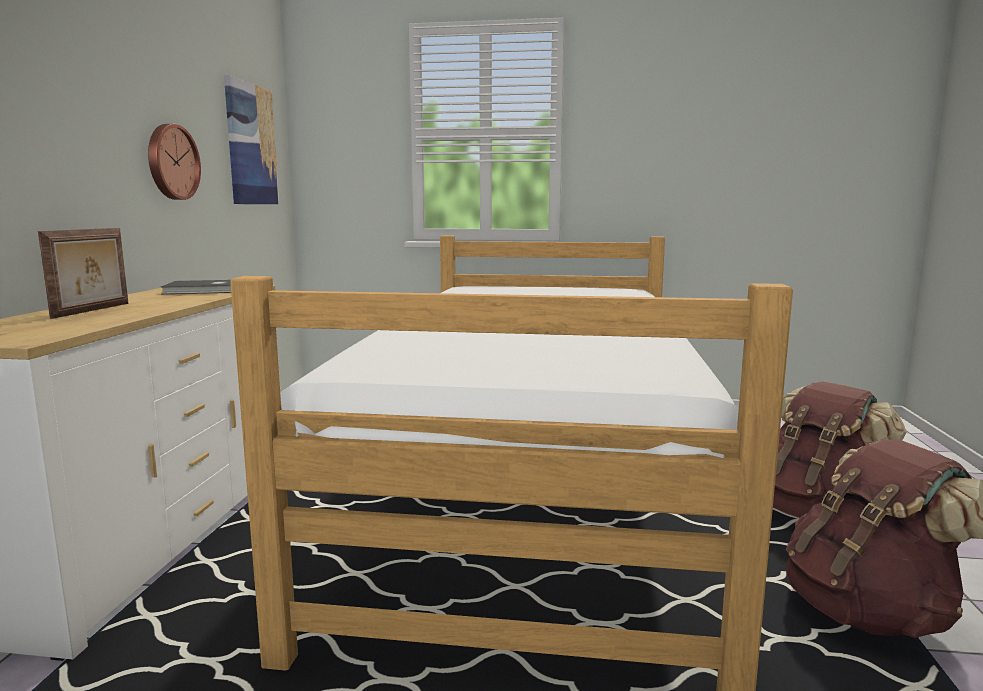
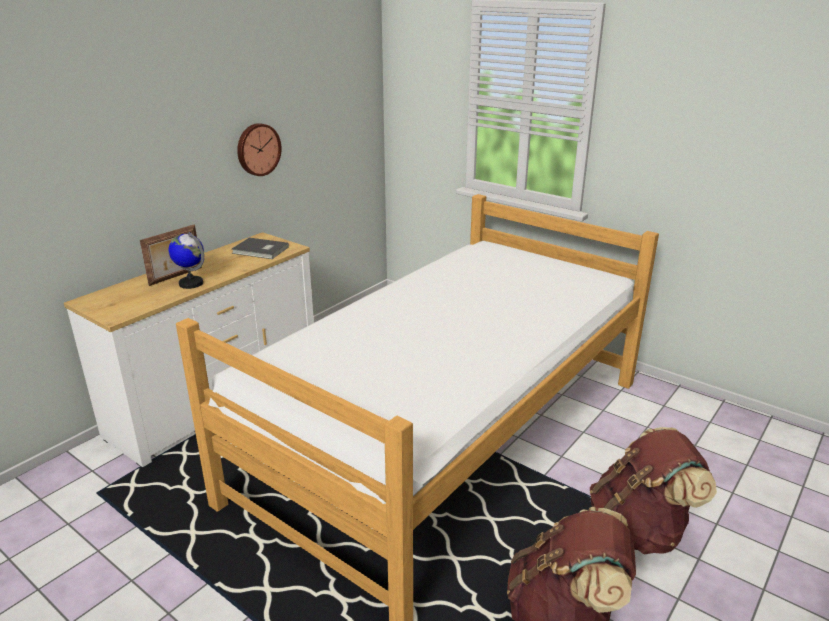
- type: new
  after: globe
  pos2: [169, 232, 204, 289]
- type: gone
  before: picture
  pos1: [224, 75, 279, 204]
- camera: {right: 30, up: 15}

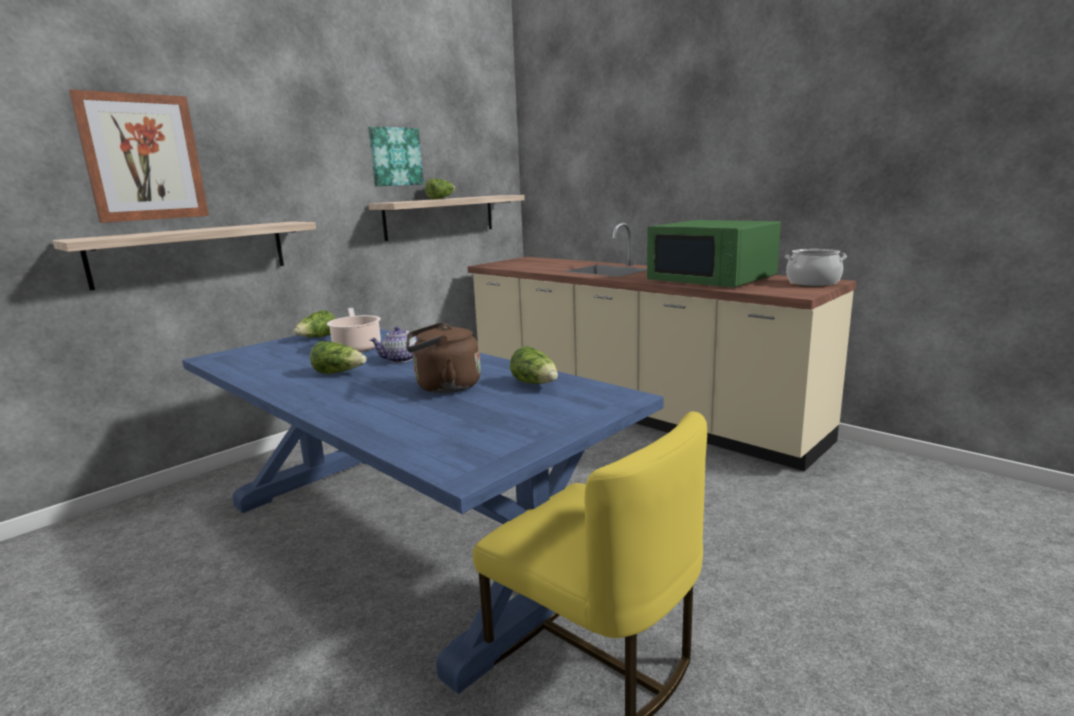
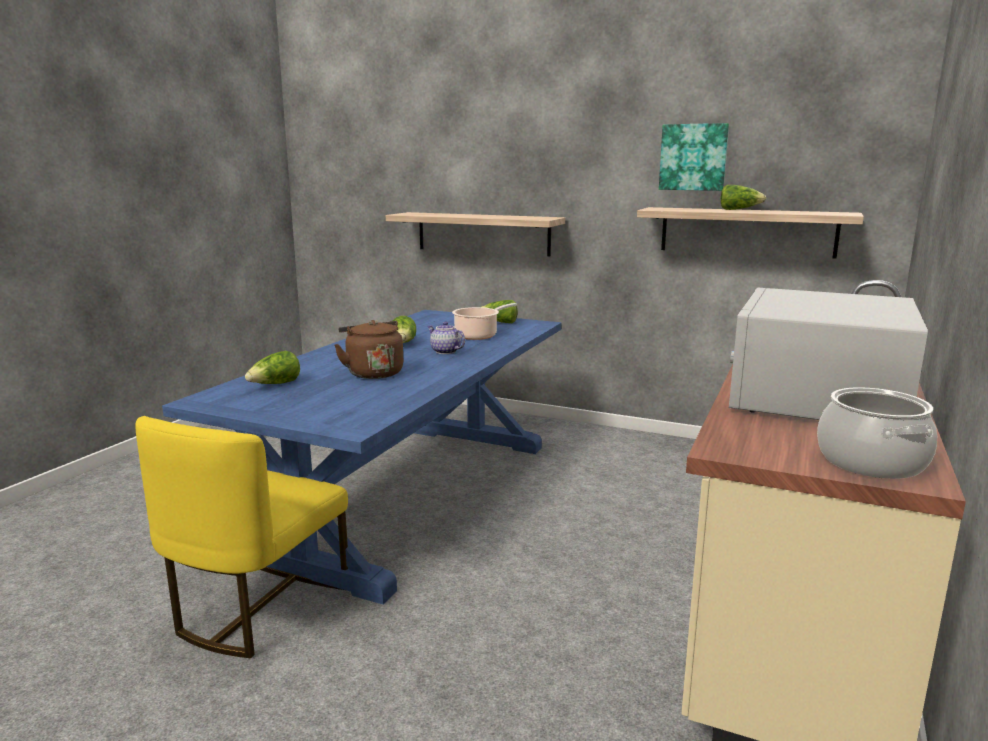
- type: shifted
  before: lettuce head
  pos1: [510, 346, 558, 384]
  pos2: [245, 351, 300, 384]
- type: repainted
  before: greenish microwave
  after: whitish microwave
  pos1: [647, 220, 781, 288]
  pos2: [729, 287, 928, 420]
- type: gone
  before: picture
  pos1: [68, 89, 209, 223]
- camera: {right: 70, up: 0}

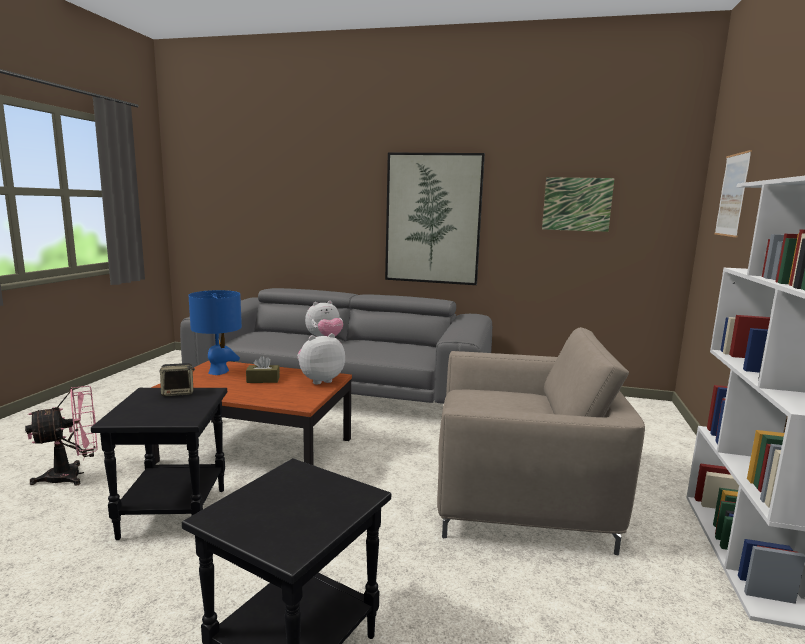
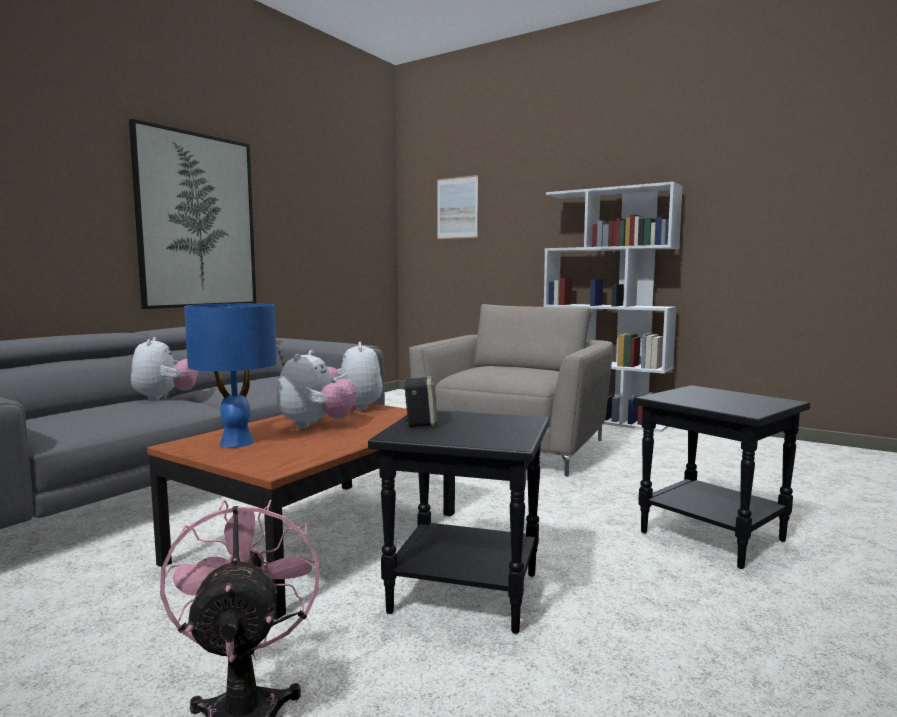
- type: swapped
  before: brown tissue holder
  after: cuddly toy
  pos1: [246, 356, 280, 383]
  pos2: [277, 350, 357, 429]
- type: gone
  before: picture
  pos1: [542, 177, 614, 232]
- camera: {right: -70, up: -5}

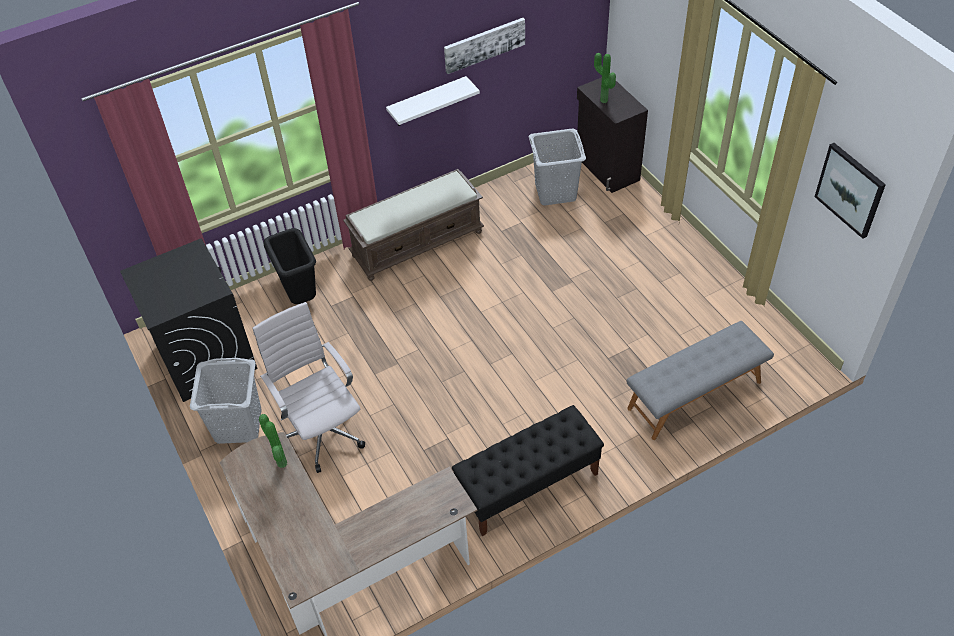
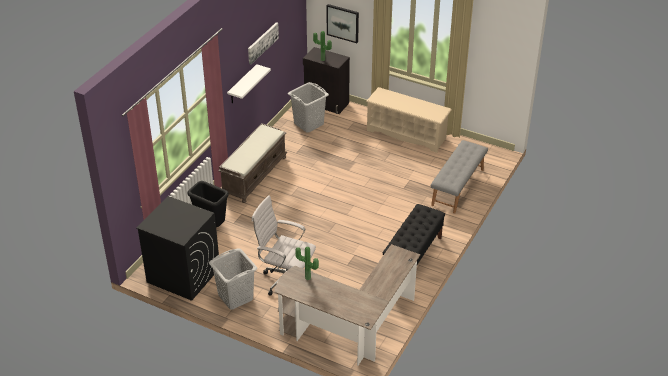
- type: shifted
  before: picture
  pos1: [815, 143, 886, 239]
  pos2: [327, 4, 359, 43]
- type: new
  after: sand-coloured shoe rack
  pos2: [366, 87, 452, 153]
- camera: {right: -35, up: -10}

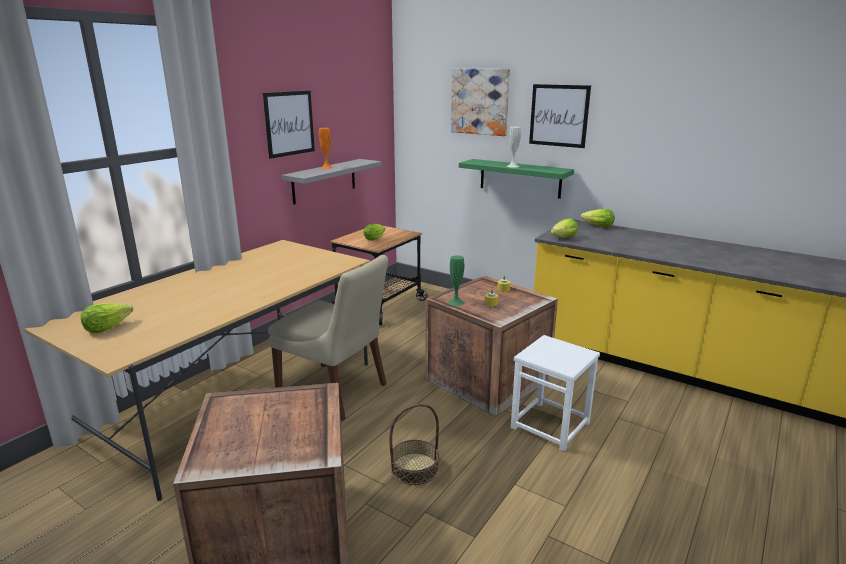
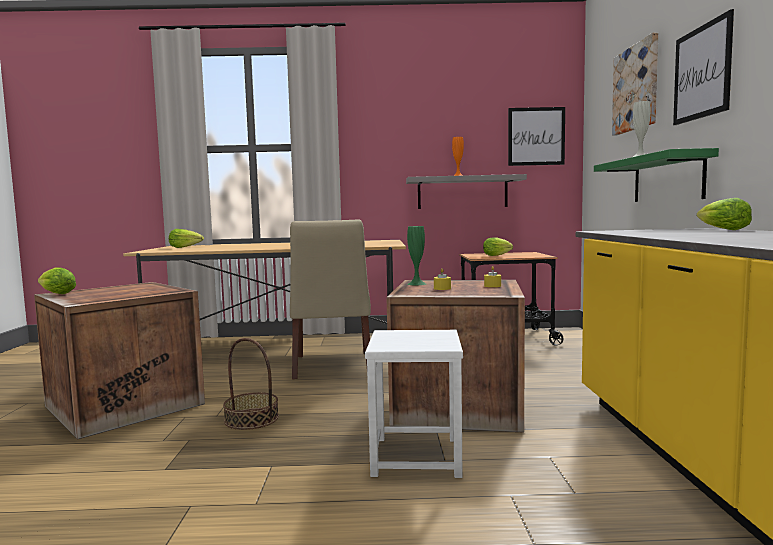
- type: shifted
  before: lettuce head
  pos1: [551, 218, 578, 238]
  pos2: [38, 268, 76, 294]
- type: shifted
  before: picture
  pos1: [263, 91, 315, 159]
  pos2: [508, 107, 565, 166]
- camera: {right: 55, up: -15}

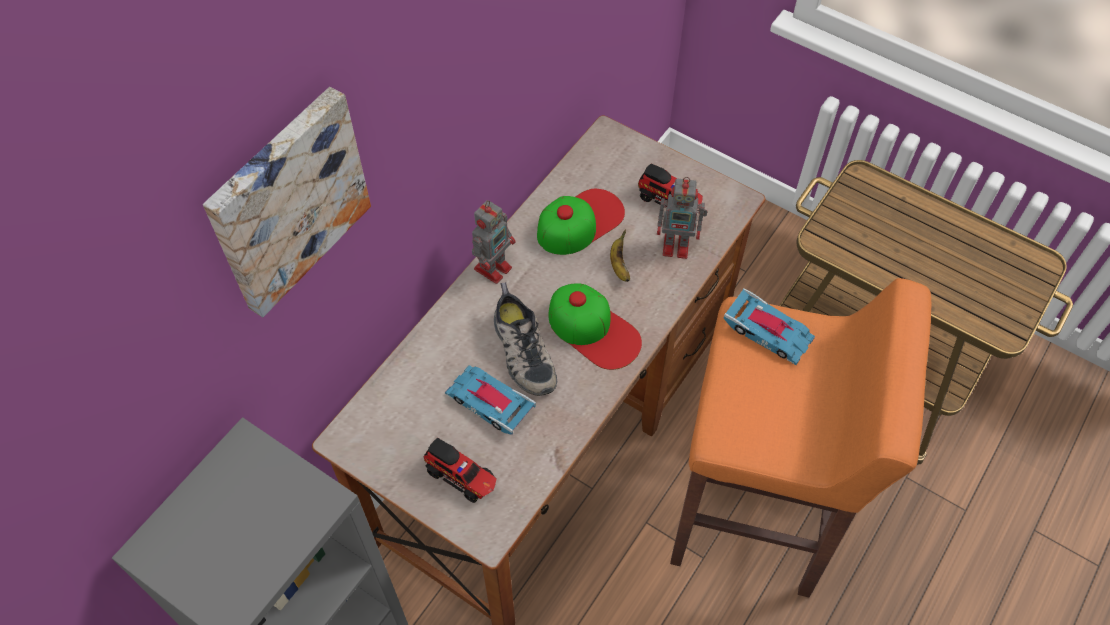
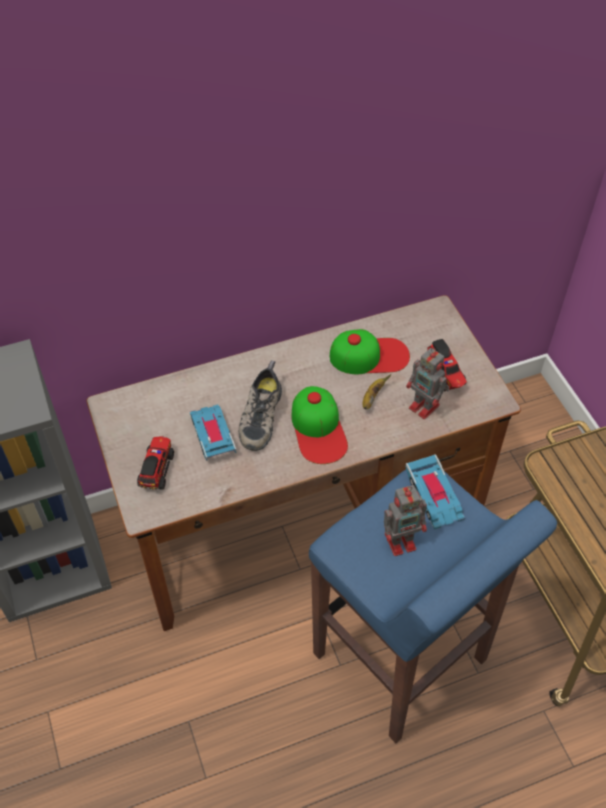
- type: rotated
  before: model truck
  pos1: [424, 438, 497, 503]
  pos2: [137, 436, 174, 490]
  turn: -150
- type: repainted
  before: orange-coloured stool
  after: blue stool
  pos1: [670, 278, 931, 597]
  pos2: [309, 464, 557, 743]
- type: shifted
  before: toy robot
  pos1: [472, 200, 516, 284]
  pos2: [384, 485, 427, 556]
- type: gone
  before: picture
  pos1: [203, 87, 371, 317]
- camera: {right: 35, up: -5}

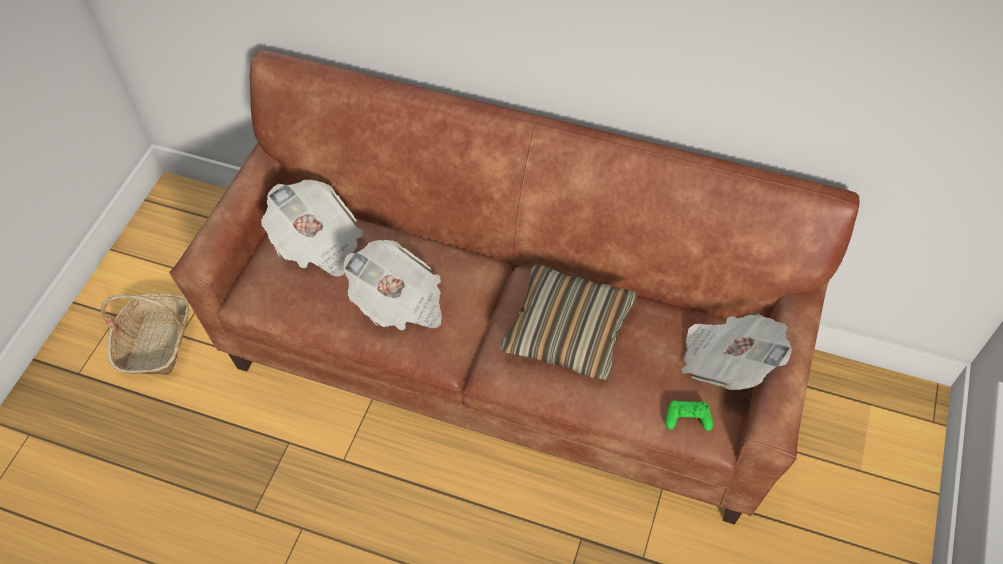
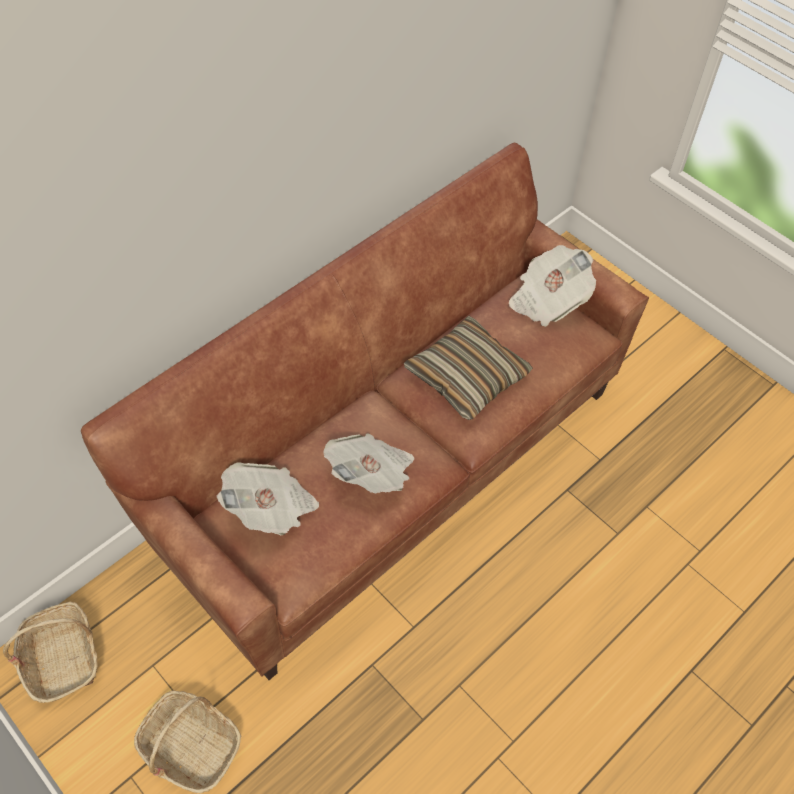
- type: new
  after: storage basket
  pos2: [3, 602, 98, 703]
- type: gone
  before: greenish game controller
  pos1: [666, 400, 713, 431]
- camera: {right: -65, up: 0}

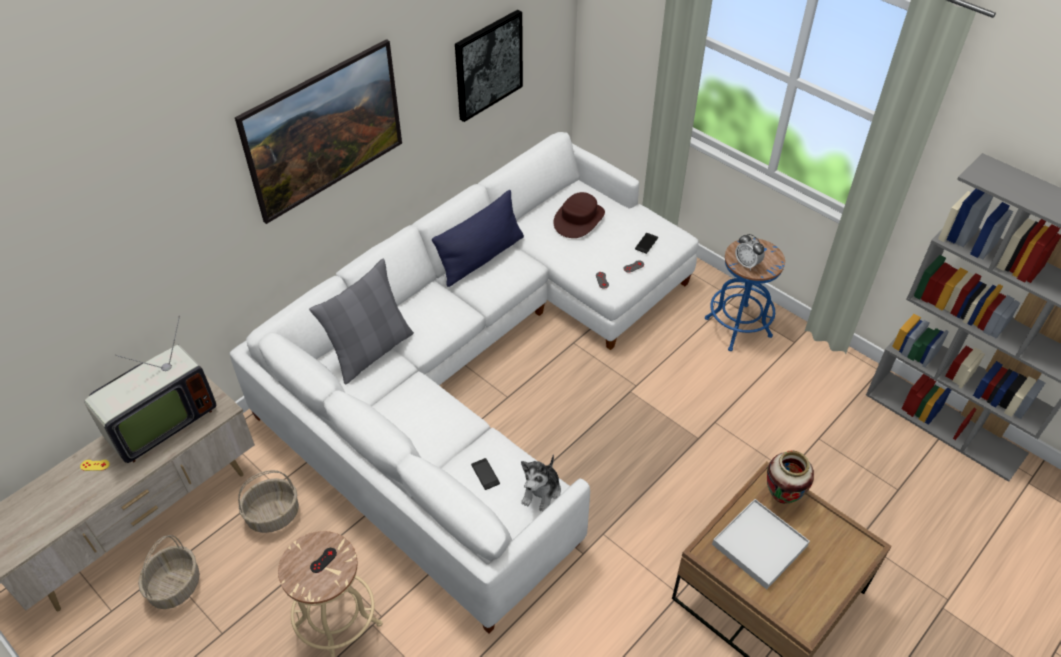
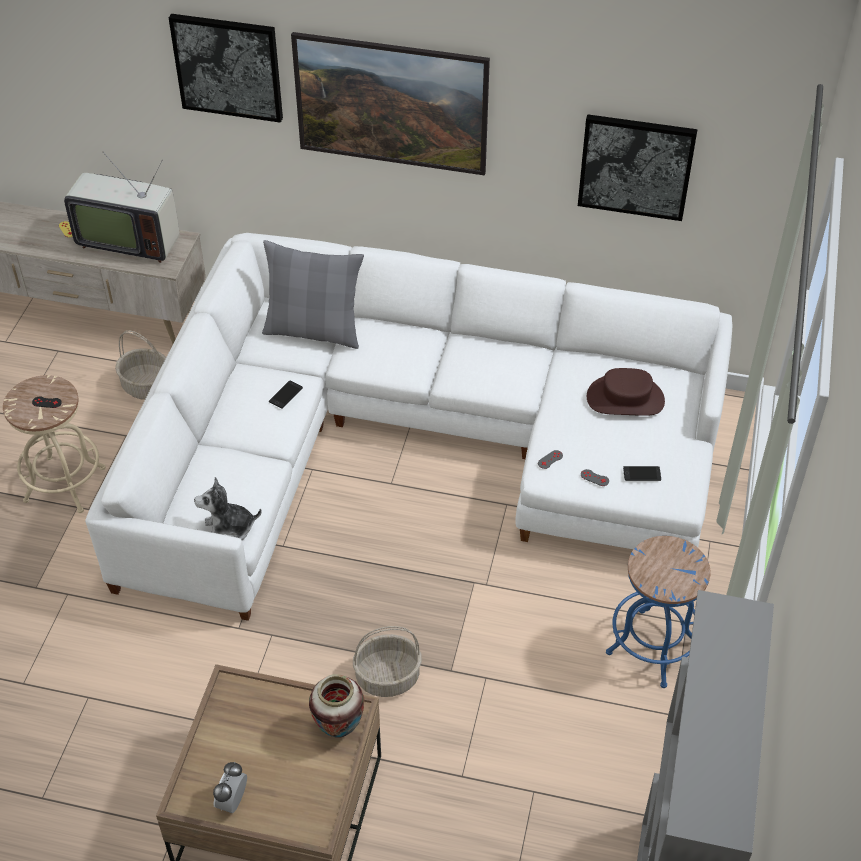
- type: new
  after: picture
  pos2: [169, 14, 283, 123]
- type: shifted
  before: alarm clock
  pos1: [735, 234, 765, 271]
  pos2: [213, 762, 247, 813]
- type: shifted
  before: handset
  pos1: [471, 458, 500, 490]
  pos2: [269, 381, 303, 409]
- type: shifted
  before: storage basket
  pos1: [138, 535, 200, 609]
  pos2: [353, 626, 422, 697]
- type: gone
  before: blue throw pillow
  pos1: [432, 190, 524, 287]
- type: gone
  before: whitish carrying tray
  pos1: [712, 499, 810, 589]
- camera: {right: 60, up: 0}

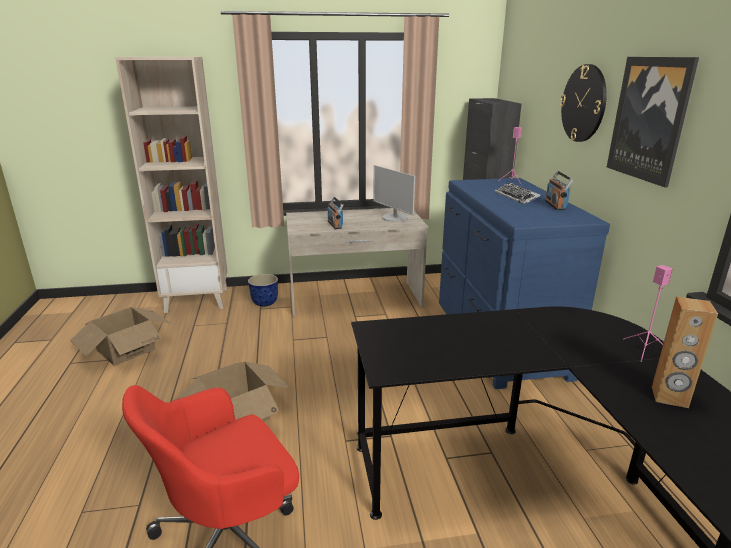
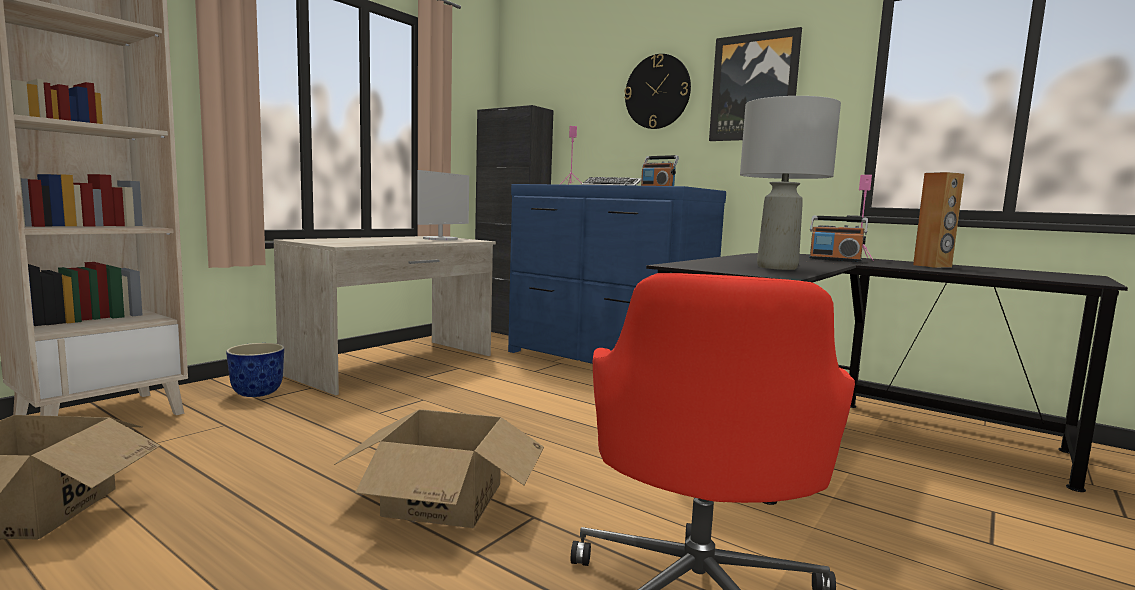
- type: rotated
  before: computer display
  pos1: [373, 165, 415, 222]
  pos2: [417, 170, 469, 240]
  turn: -75
- type: new
  after: gray lamp for a table
  pos2: [740, 96, 841, 270]
- type: shifted
  before: radio set
  pos1: [328, 197, 344, 229]
  pos2: [809, 216, 868, 262]
- camera: {right: -45, up: -15}

